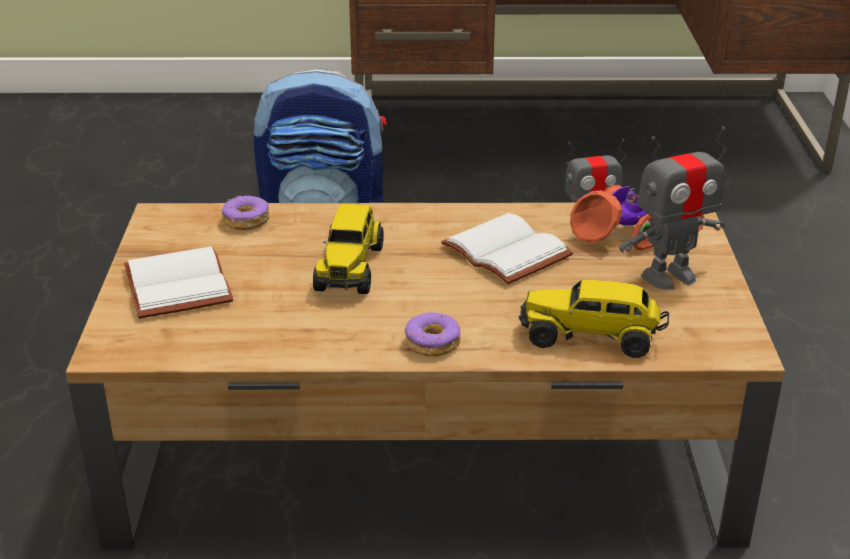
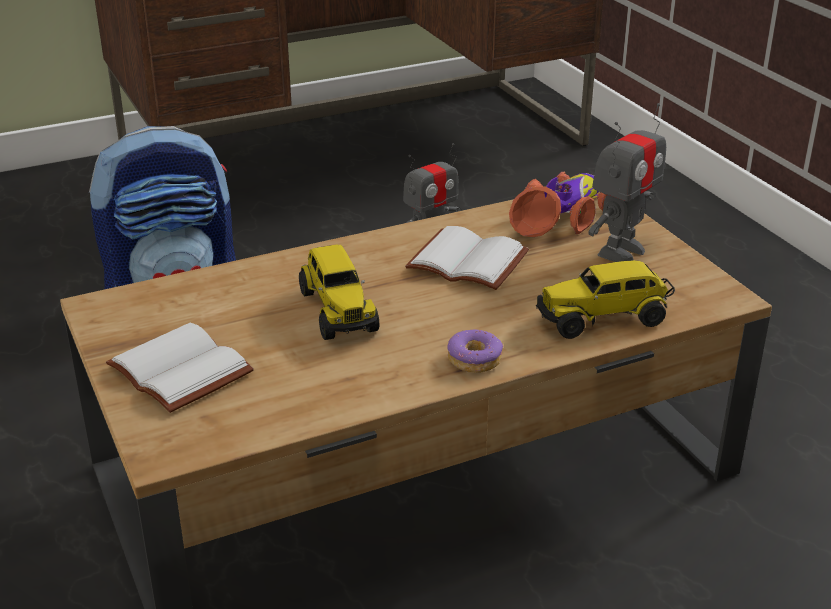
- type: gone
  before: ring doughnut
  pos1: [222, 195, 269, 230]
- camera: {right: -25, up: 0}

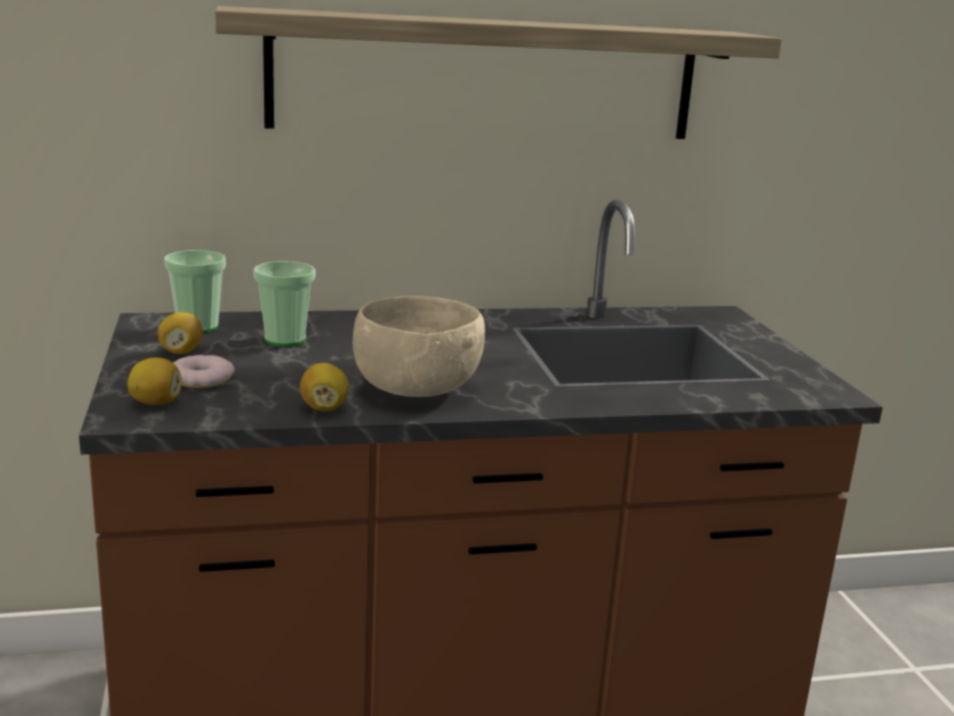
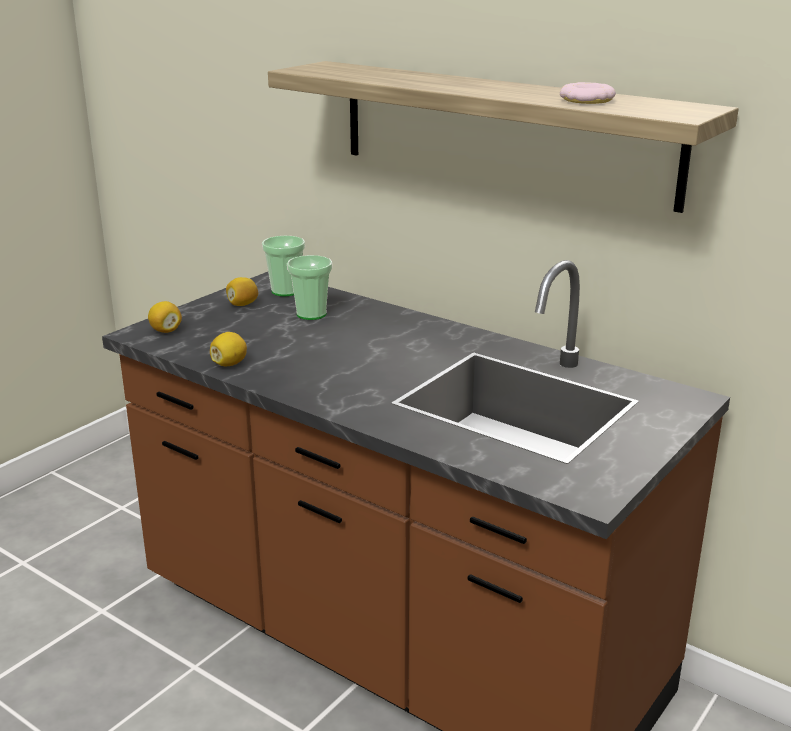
- type: shifted
  before: ring doughnut
  pos1: [173, 355, 234, 388]
  pos2: [560, 82, 616, 104]
- type: gone
  before: sand-coloured deep dish
  pos1: [353, 296, 485, 397]
- camera: {right: 50, up: 5}

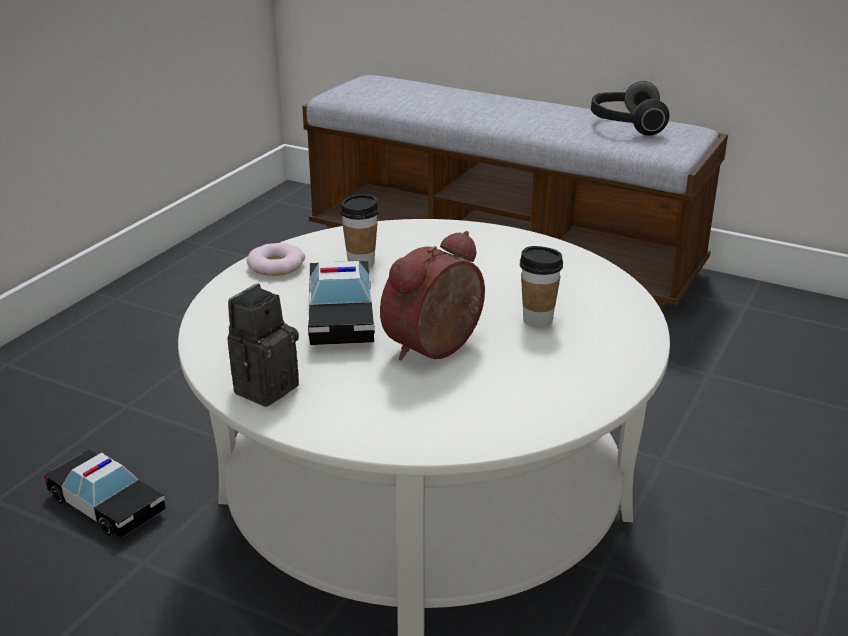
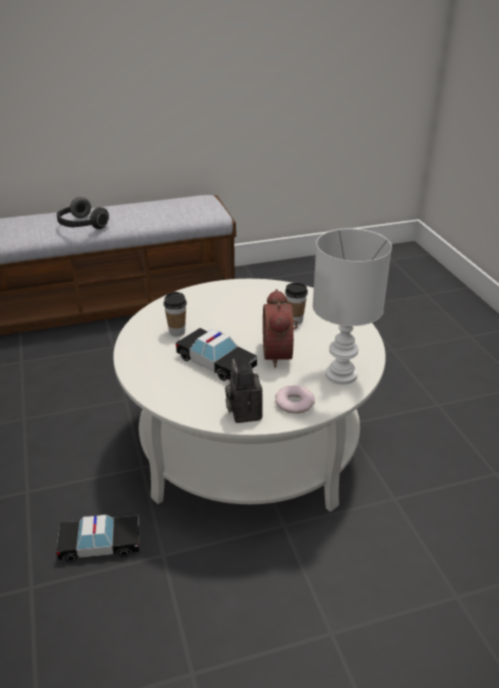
- type: shifted
  before: headphones
  pos1: [591, 81, 669, 136]
  pos2: [57, 197, 109, 229]
- type: shifted
  before: ring doughnut
  pos1: [247, 243, 305, 276]
  pos2: [275, 385, 315, 414]
- type: new
  after: whitish lamp for a table
  pos2: [313, 228, 392, 384]
- camera: {right: -45, up: 5}

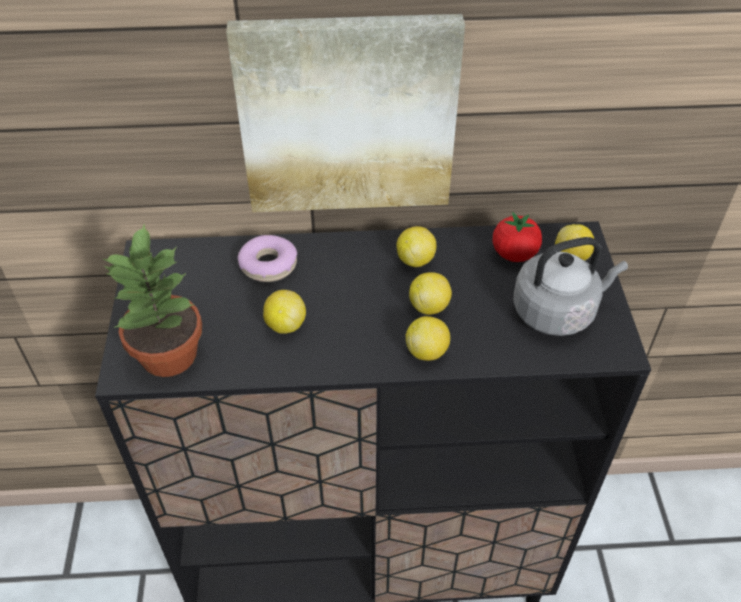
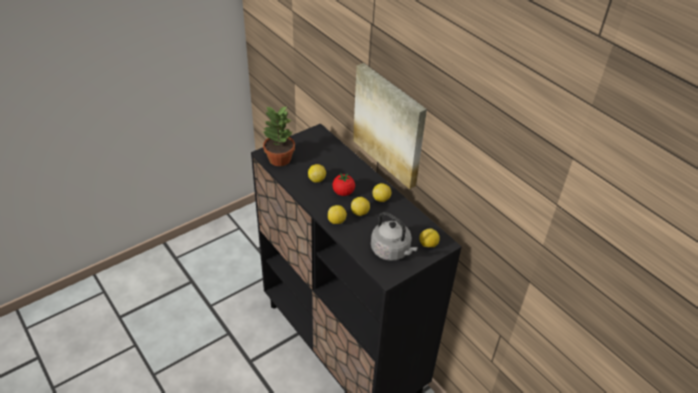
- type: shifted
  before: fresh tomato
  pos1: [493, 212, 542, 262]
  pos2: [332, 173, 355, 196]
- type: gone
  before: ring doughnut
  pos1: [237, 235, 297, 282]
- camera: {right: 55, up: -5}

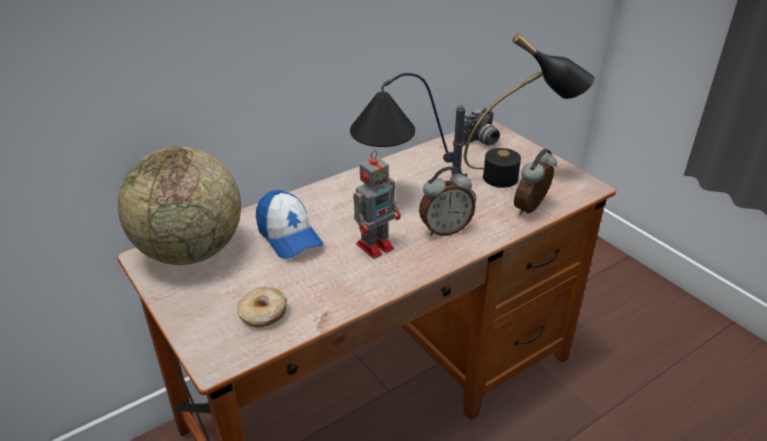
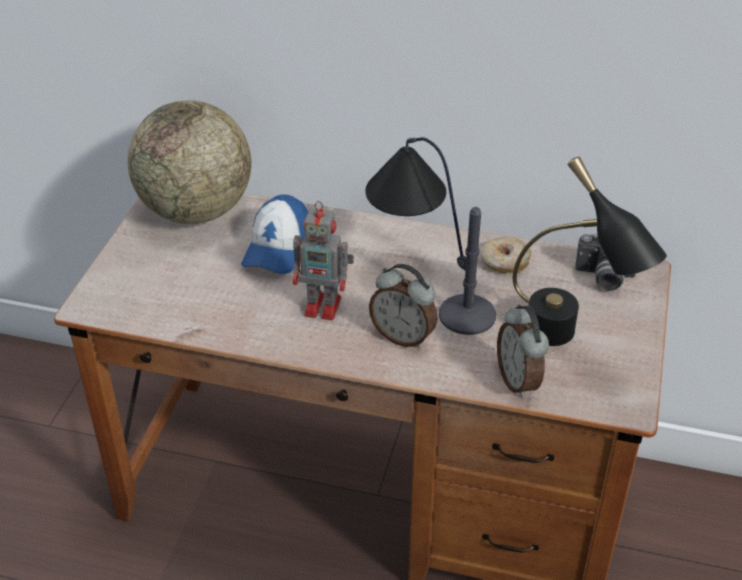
- type: shifted
  before: ring doughnut
  pos1: [237, 287, 287, 327]
  pos2: [481, 237, 531, 273]
- type: rotated
  before: alarm clock
  pos1: [514, 149, 557, 215]
  pos2: [497, 305, 549, 398]
  turn: -105
- camera: {right: 50, up: 5}

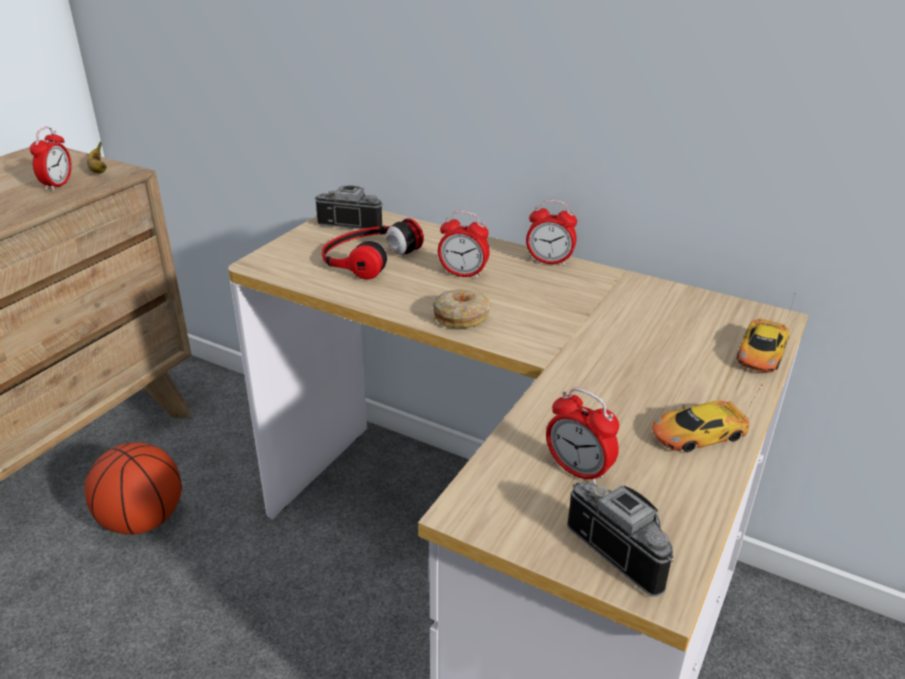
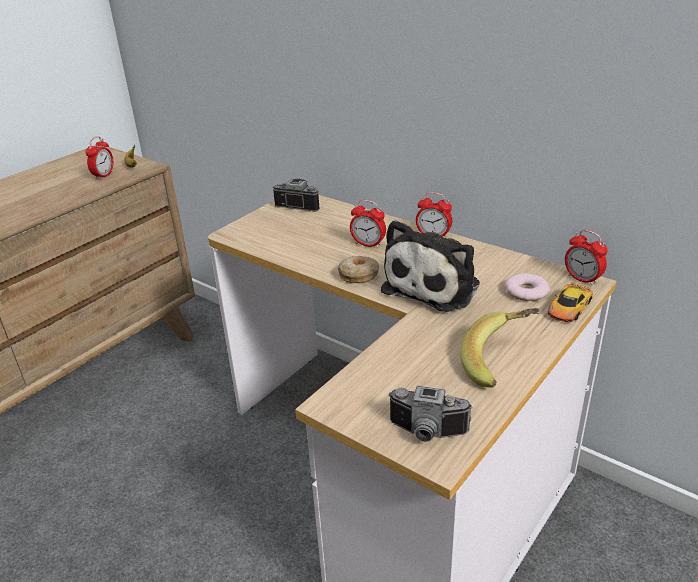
- type: new
  after: cuddly toy
  pos2: [381, 220, 480, 312]
- type: rotated
  before: still camera
  pos1: [567, 482, 674, 597]
  pos2: [388, 386, 473, 442]
  turn: 135
- type: swapped
  before: model car
  after: banana
  pos1: [652, 385, 762, 452]
  pos2: [460, 308, 539, 388]
- type: new
  after: ring doughnut
  pos2: [505, 273, 550, 301]
- type: shifted
  before: alarm clock
  pos1: [546, 388, 619, 485]
  pos2: [565, 230, 608, 286]
- type: gone
  before: basketball ball
  pos1: [85, 442, 182, 535]
- type: gone
  before: headphones
  pos1: [322, 218, 424, 280]
- camera: {right: 10, up: 0}

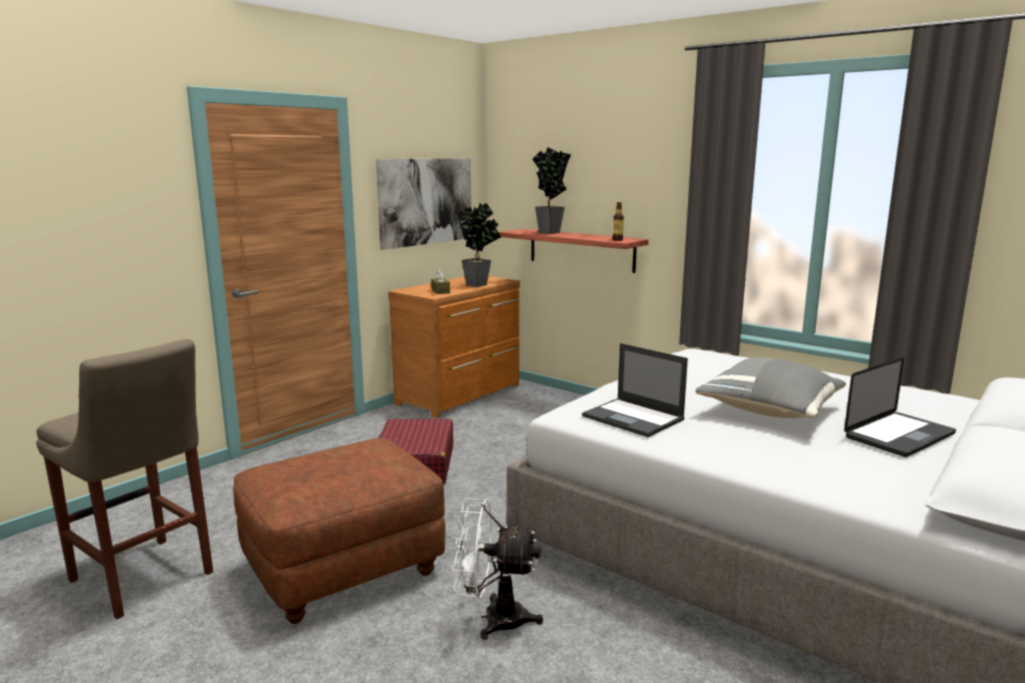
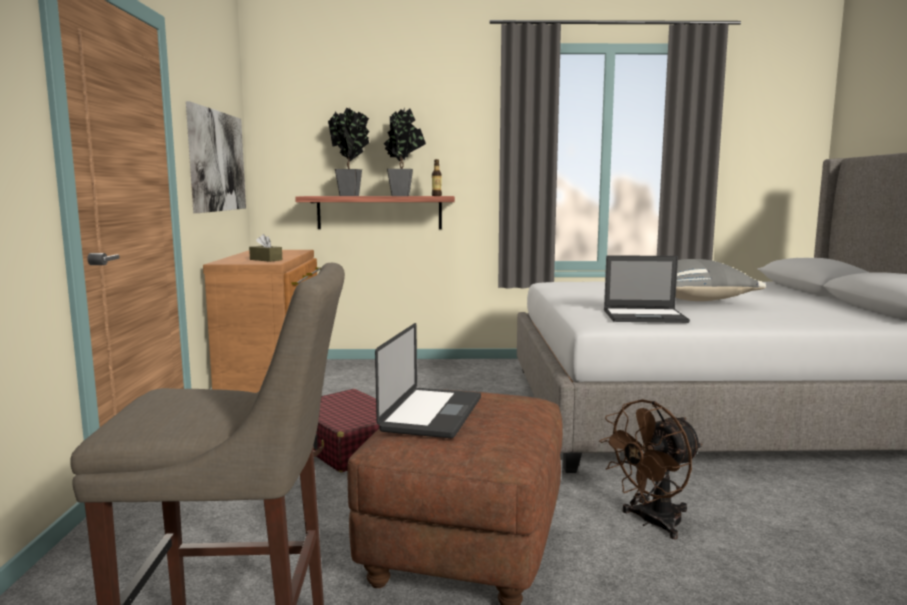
- type: shifted
  before: laptop
  pos1: [844, 357, 956, 457]
  pos2: [375, 323, 481, 438]
- type: shifted
  before: potted plant
  pos1: [457, 203, 501, 287]
  pos2: [384, 108, 426, 196]
- type: repainted
  before: whitish cooling fan
  after: brown cooling fan
  pos1: [452, 499, 543, 640]
  pos2: [599, 399, 703, 540]
- camera: {right: -40, up: -5}

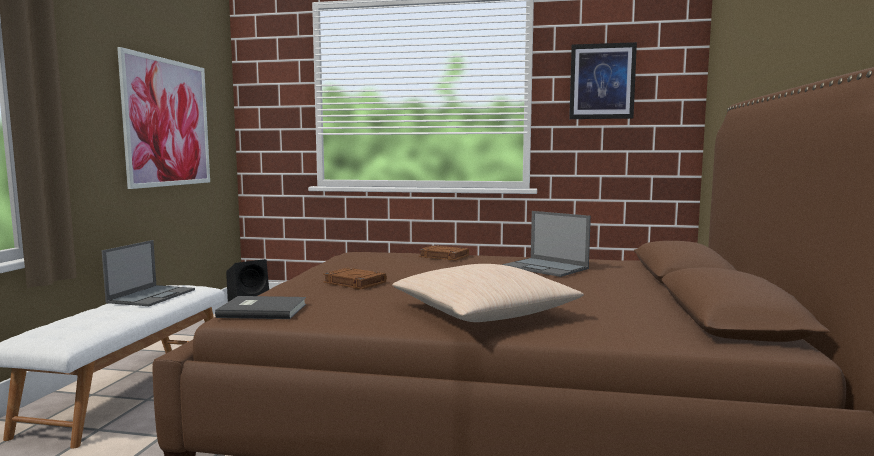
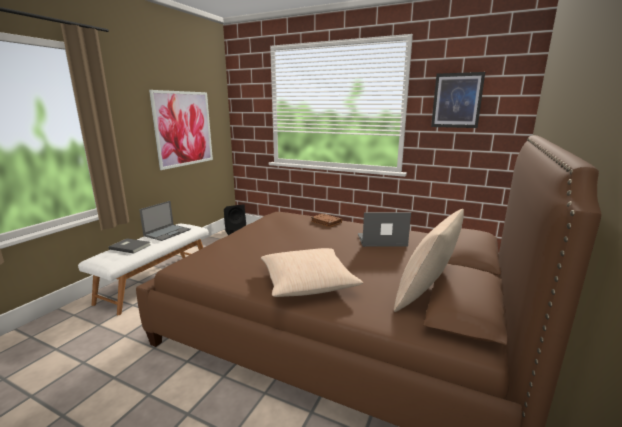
- type: shifted
  before: gray volume
  pos1: [215, 296, 306, 319]
  pos2: [109, 238, 150, 254]
- type: rotated
  before: laptop
  pos1: [502, 211, 591, 277]
  pos2: [358, 212, 411, 247]
  turn: 120
- type: new
  after: sand-coloured throw pillow
  pos2: [394, 209, 464, 312]
- type: gone
  before: brown volume
  pos1: [323, 268, 387, 289]
- camera: {right: 15, up: 10}

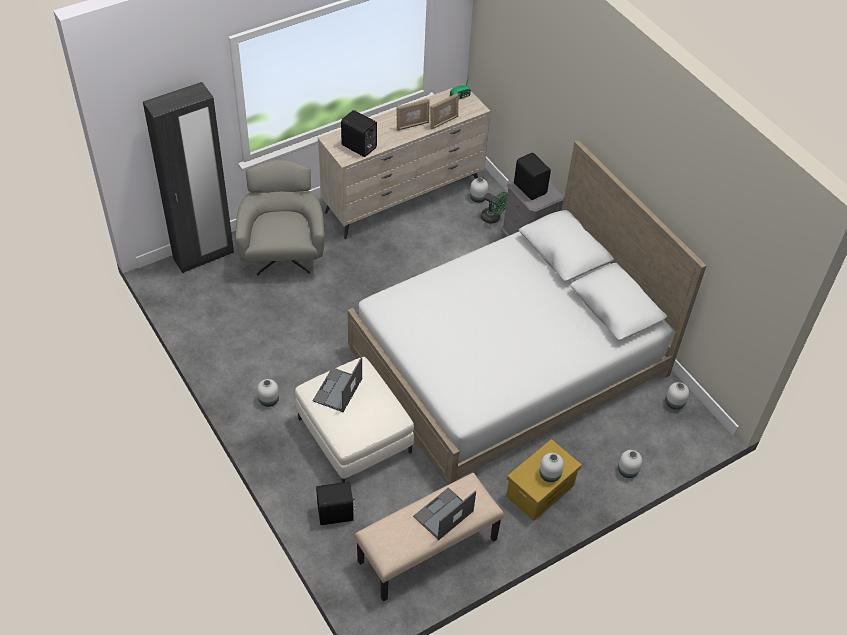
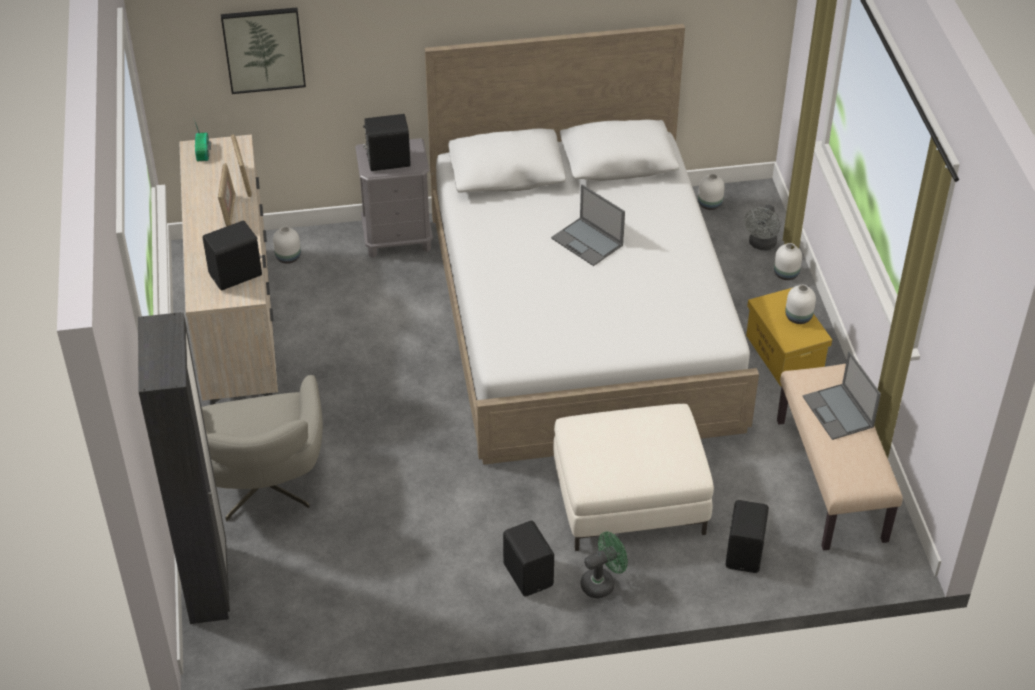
- type: rotated
  before: gray easy chair
  pos1: [235, 160, 325, 276]
  pos2: [201, 375, 323, 521]
  turn: -120
- type: new
  after: picture
  pos2: [221, 8, 306, 94]
- type: swapped
  before: whitish vase
  after: blackish speaker
  pos1: [257, 379, 279, 407]
  pos2: [503, 521, 554, 597]
- type: shifted
  before: laptop
  pos1: [312, 357, 362, 412]
  pos2: [551, 184, 625, 266]
- type: shifted
  before: greenish cooling fan
  pos1: [481, 192, 508, 224]
  pos2: [581, 532, 628, 598]
- type: new
  after: gray cooling fan
  pos2: [744, 205, 780, 250]
- camera: {right: -65, up: -5}

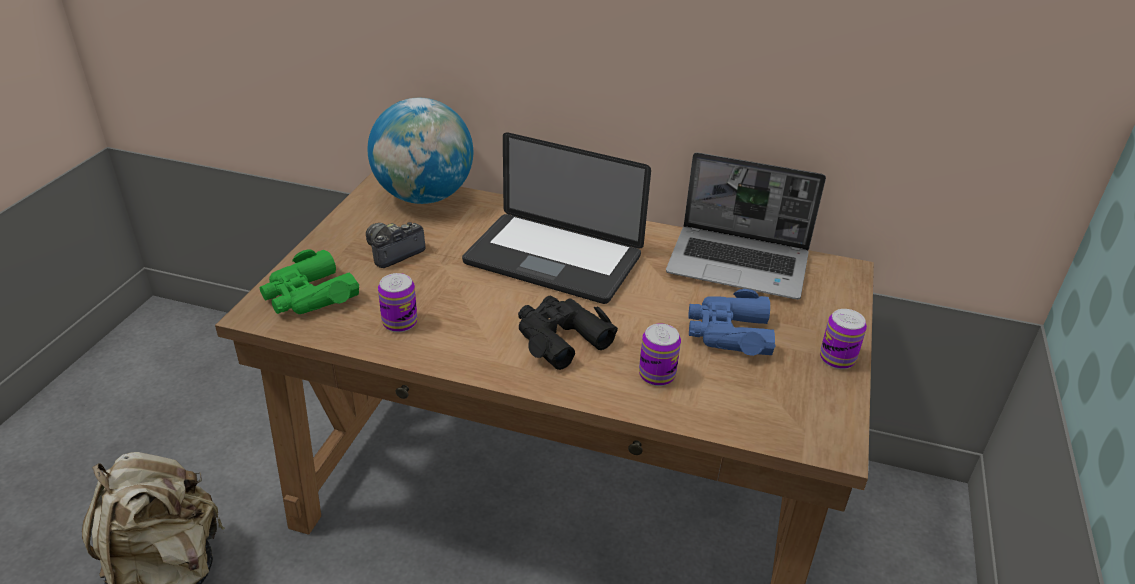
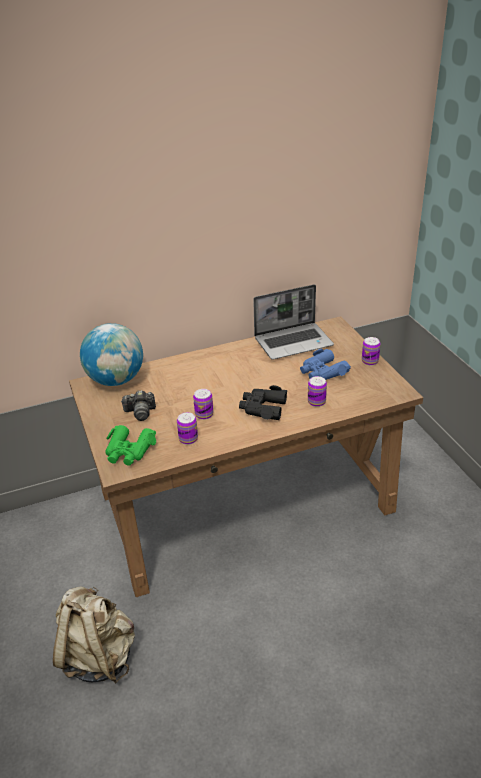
- type: rotated
  before: still camera
  pos1: [366, 222, 426, 268]
  pos2: [121, 390, 156, 421]
  turn: -105
- type: new
  after: can
  pos2: [193, 389, 213, 420]
- type: gone
  before: laptop
  pos1: [462, 132, 651, 304]
- camera: {right: -35, up: 0}

